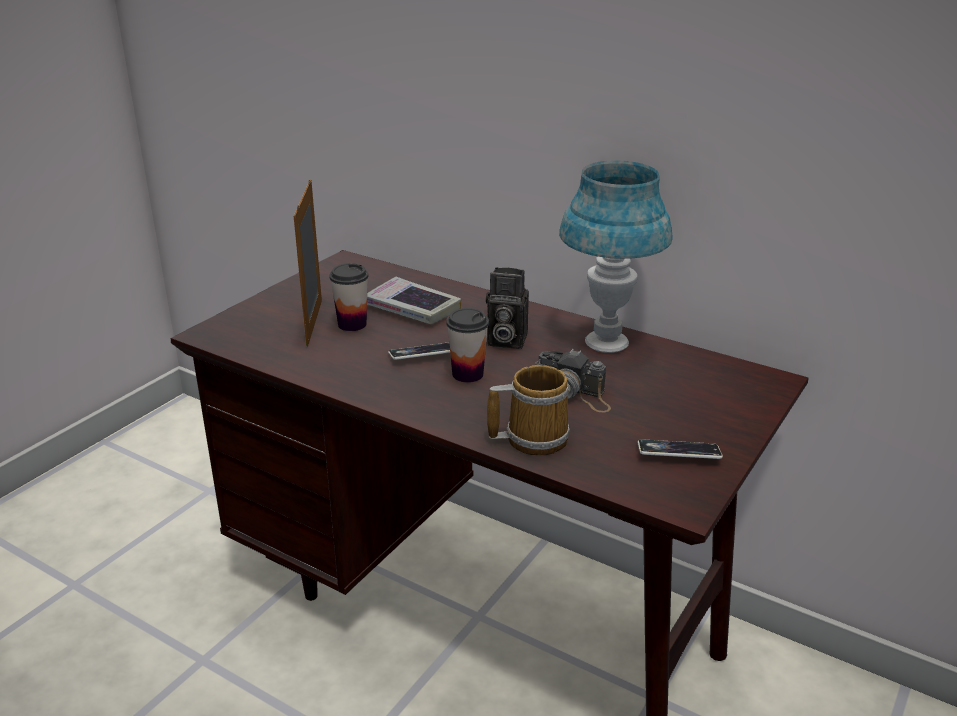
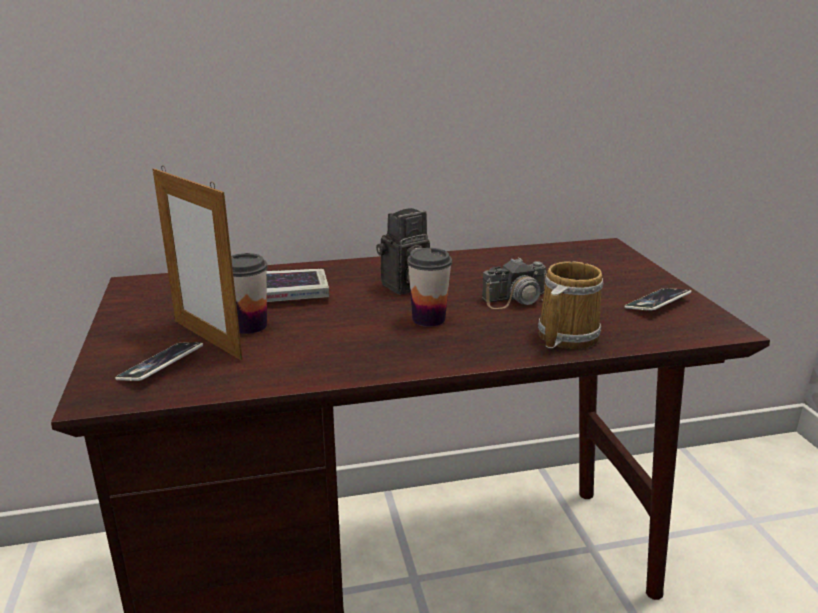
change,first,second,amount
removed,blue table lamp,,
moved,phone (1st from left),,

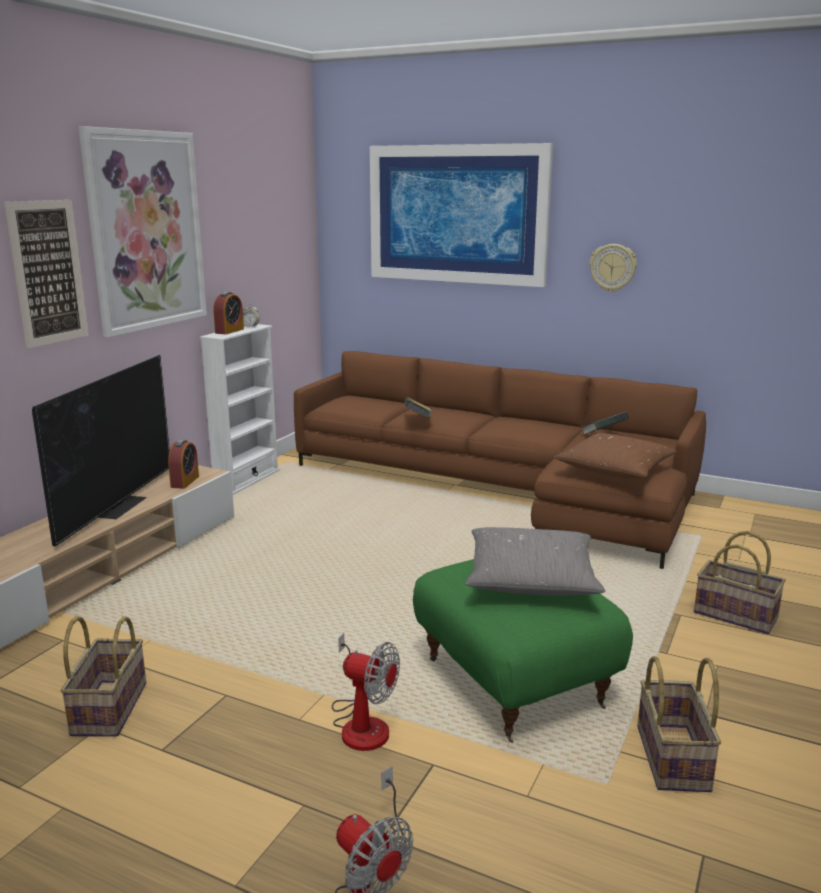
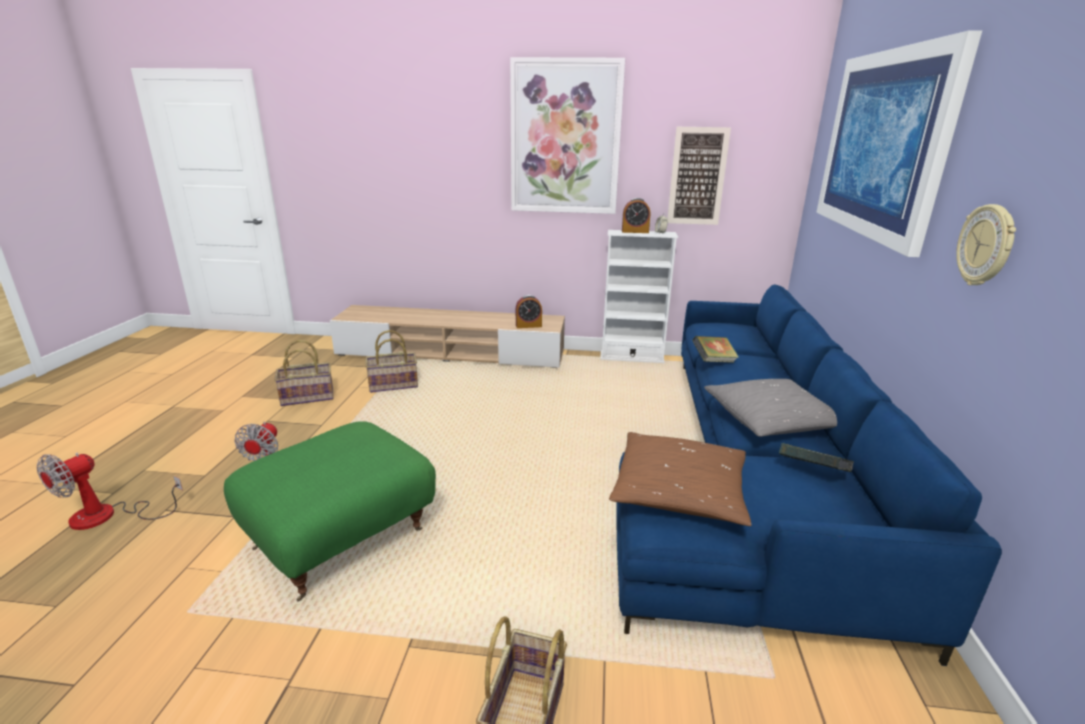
change,first,second,amount
moved,picture (1st from left in the first image),picture (2nd from left),
recoloured,brown sofa,blue sofa,
removed,television,,
moved,grey pillow,,
moved,basket (2nd from left),,

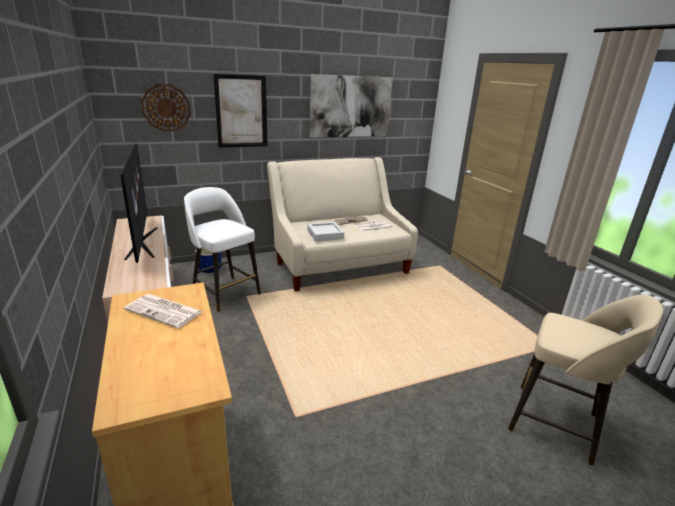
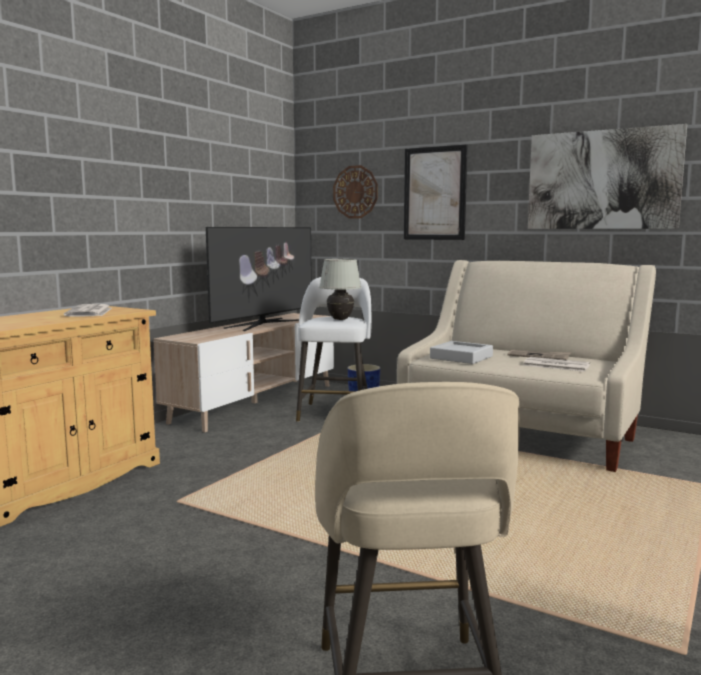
change,first,second,amount
added,,white table lamp,

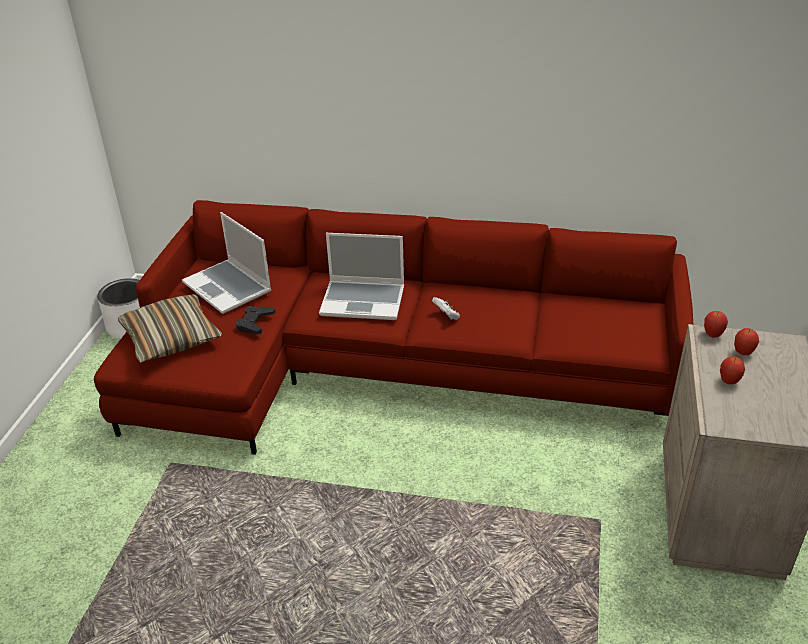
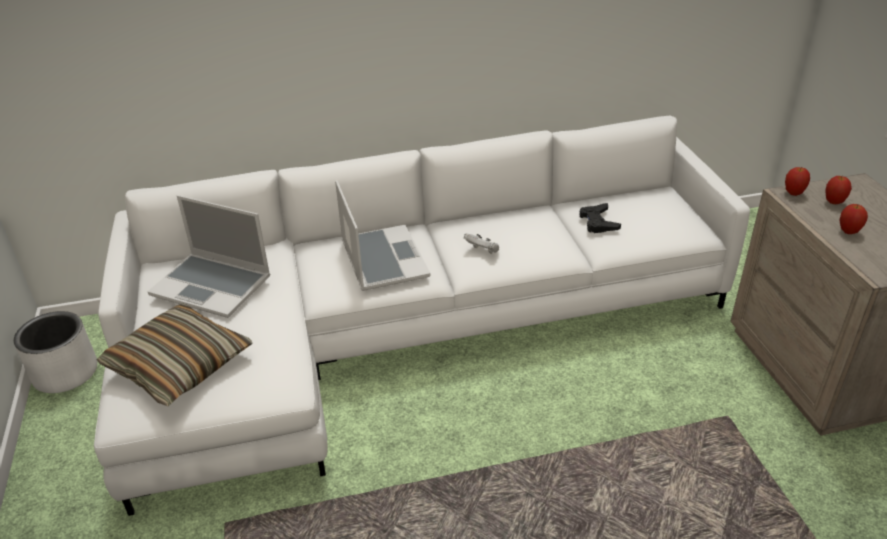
change,first,second,amount
recoloured,red sofa,white sofa,
turned,laptop (2nd from left),,90 degrees counterclockwise
moved,black game controller,,

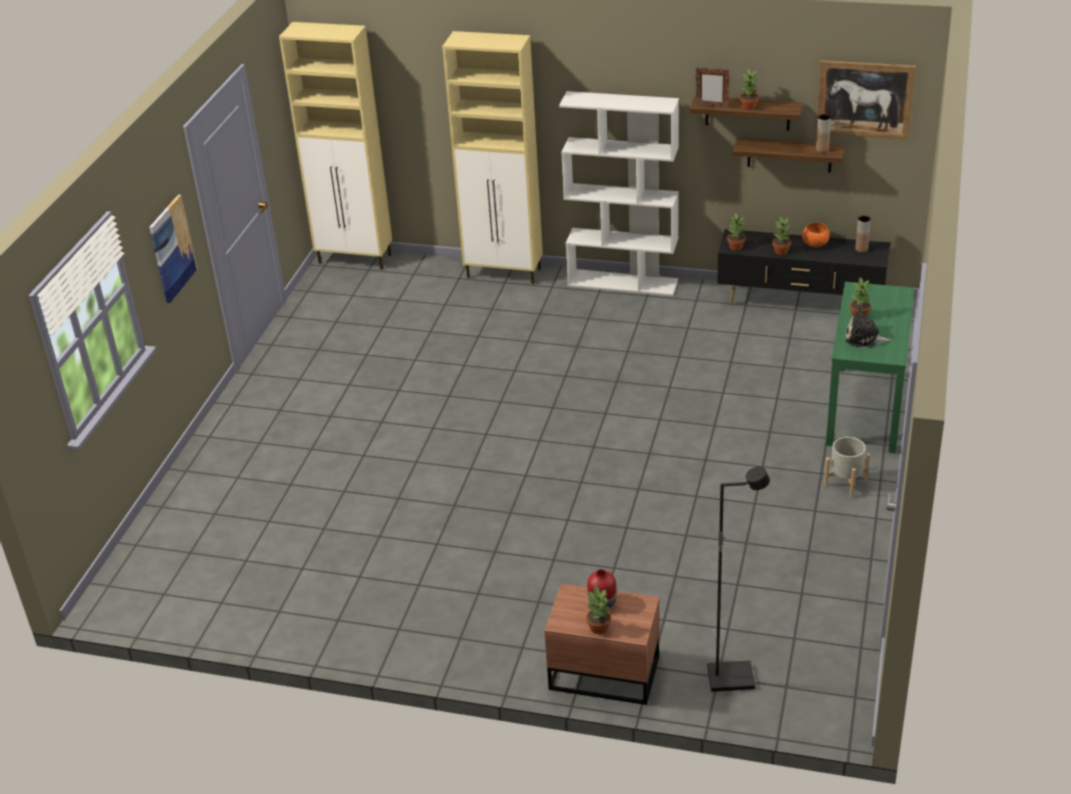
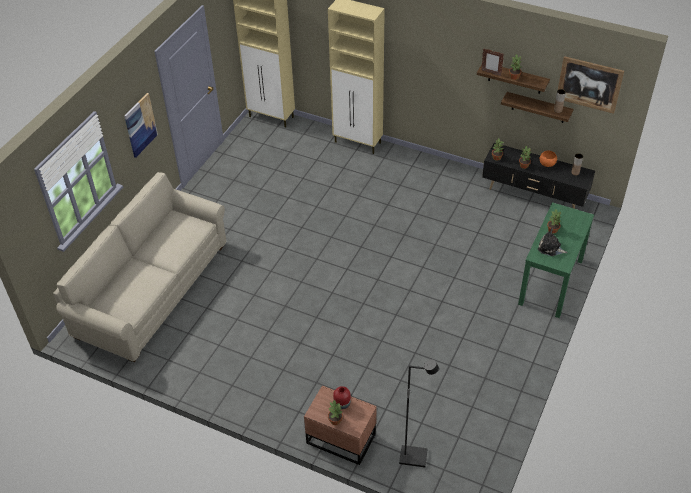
change,first,second,amount
removed,white bookcase,,
removed,grey planter,,
added,,beige sofa,

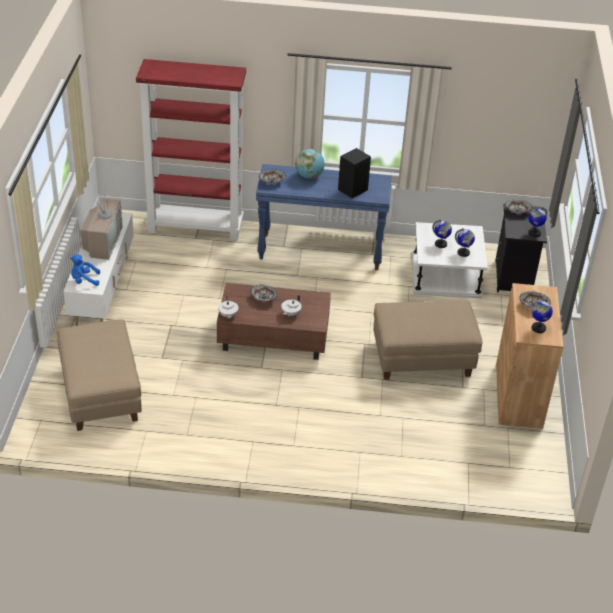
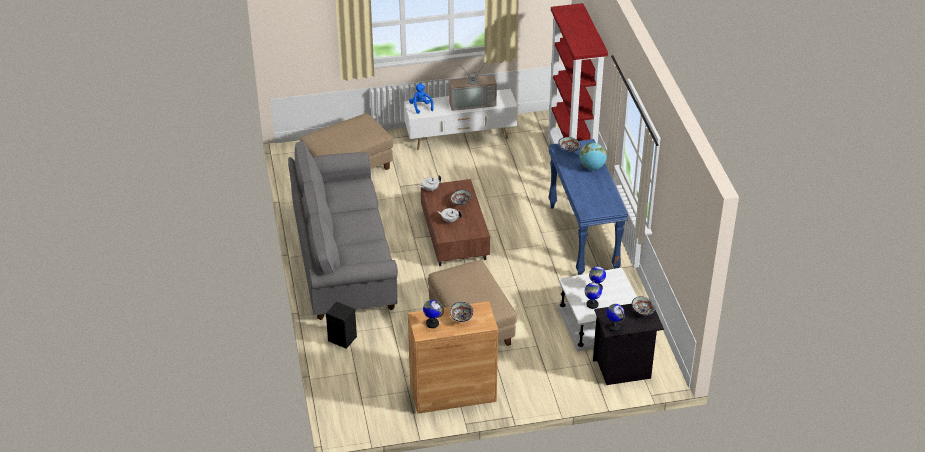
change,first,second,amount
moved,black speaker,,
added,,grey sofa,

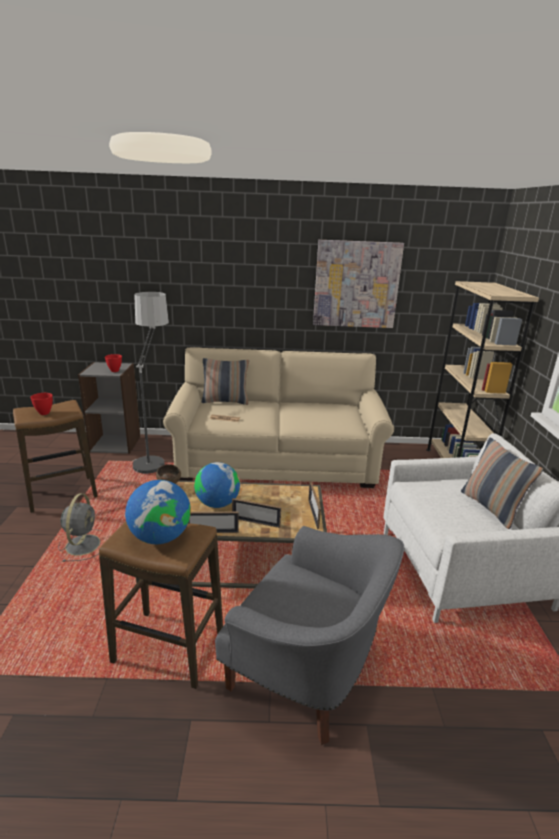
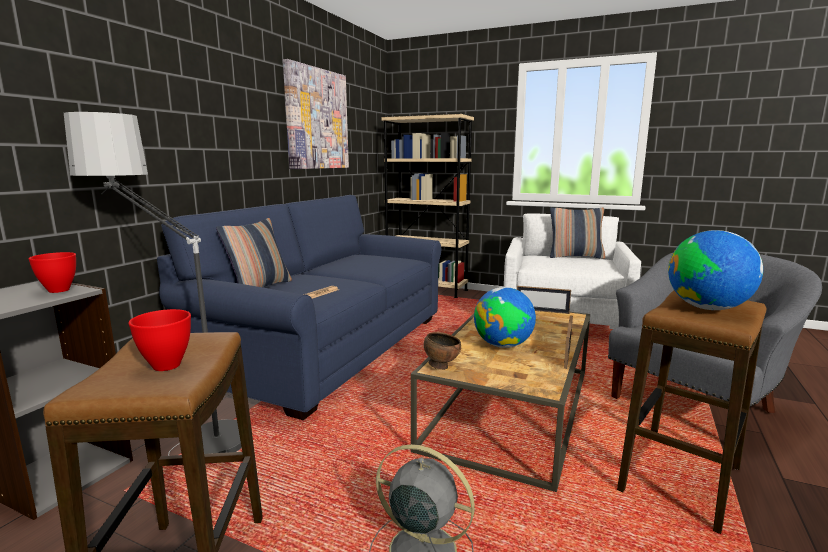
change,first,second,amount
recoloured,beige sofa,blue sofa,
removed,picture frame (2nd from left),,

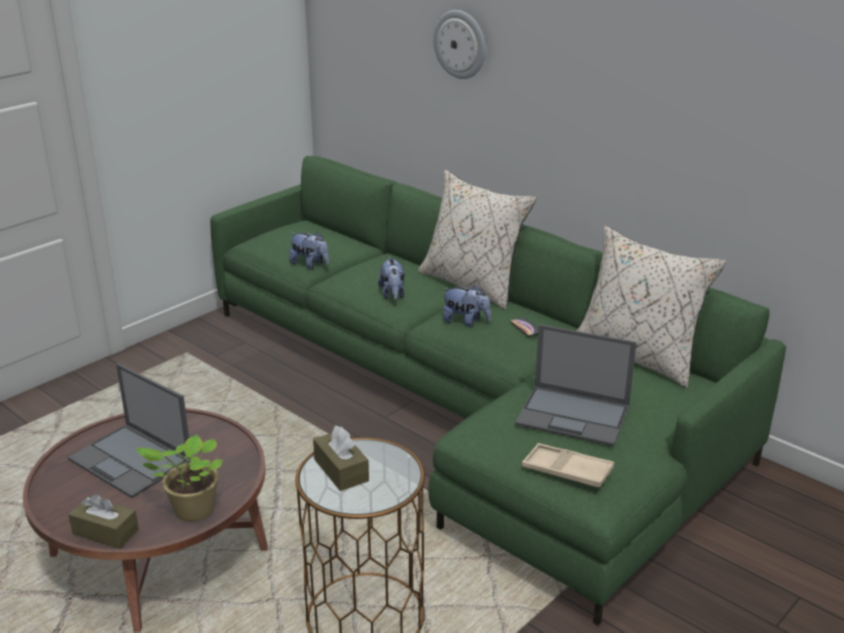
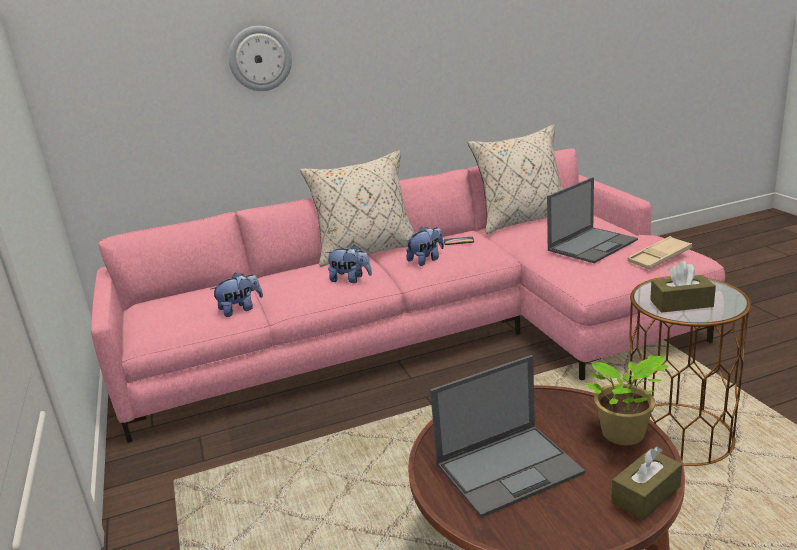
change,first,second,amount
recoloured,green sofa,pink sofa,

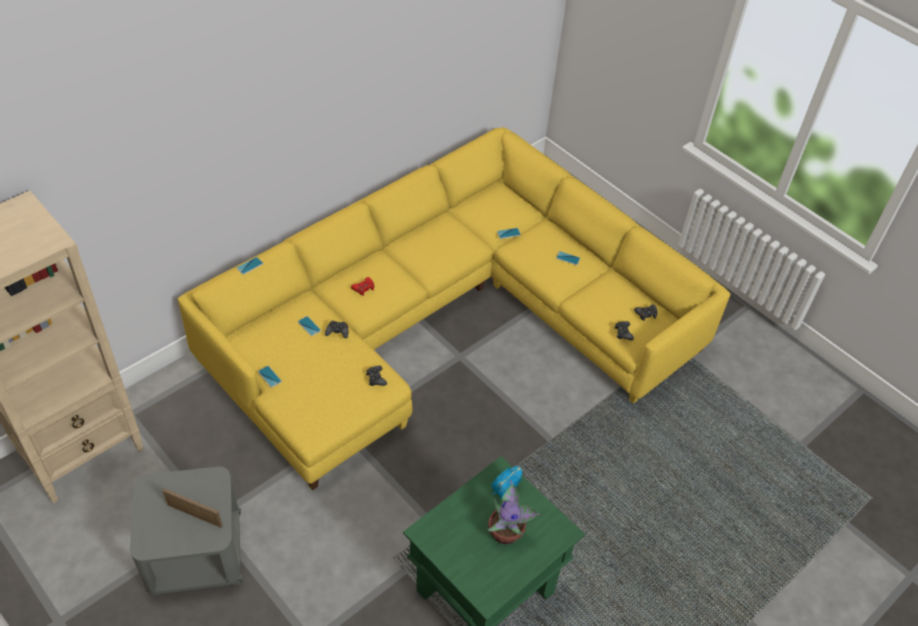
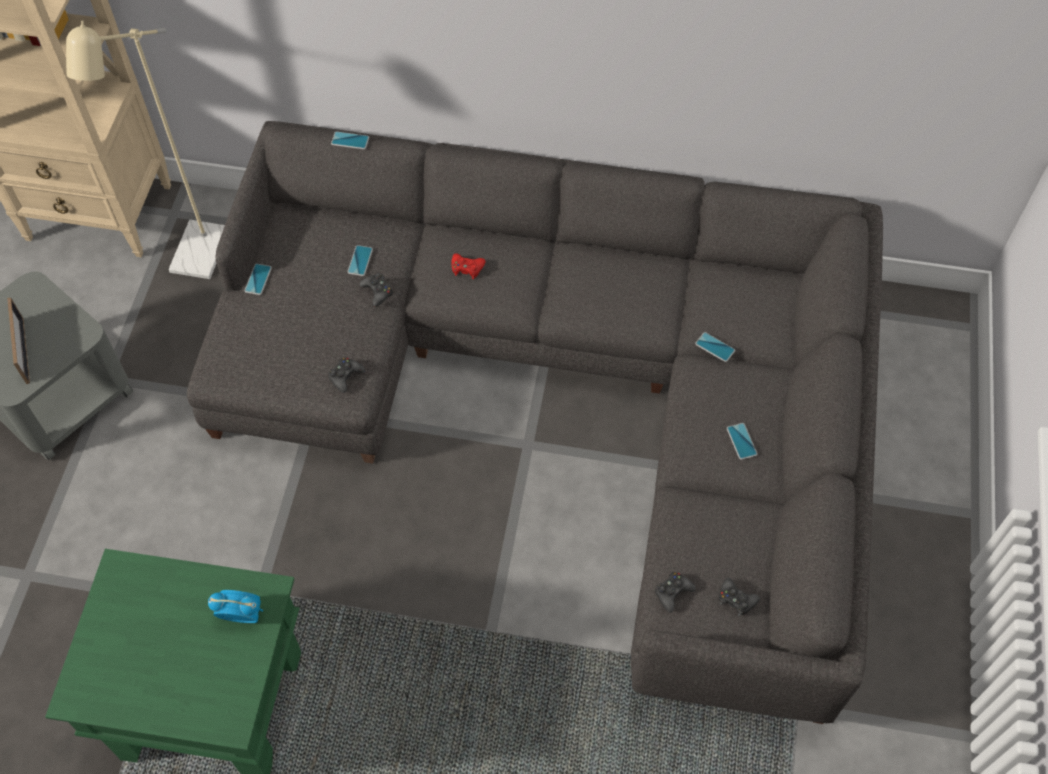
change,first,second,amount
recoloured,yellow sofa,grey sofa,
removed,potted plant,,
added,,beige floor lamp,

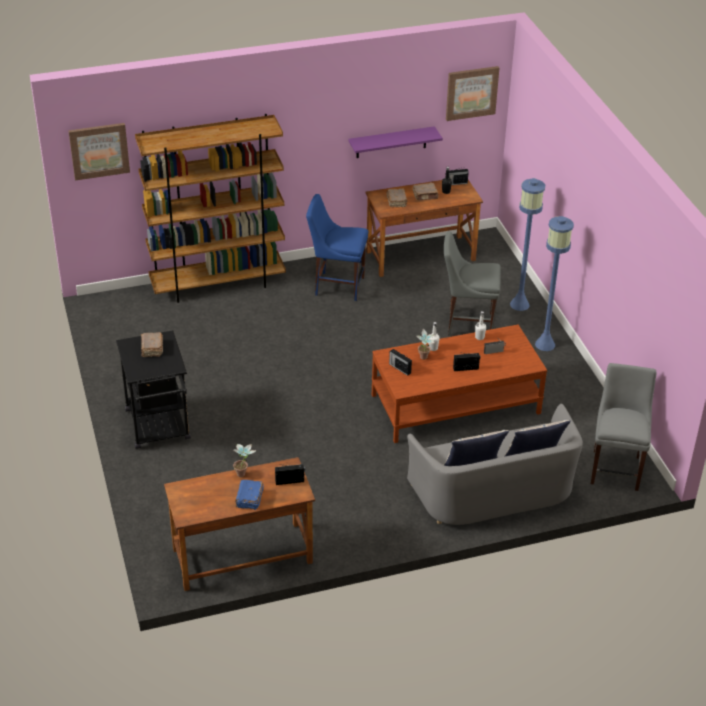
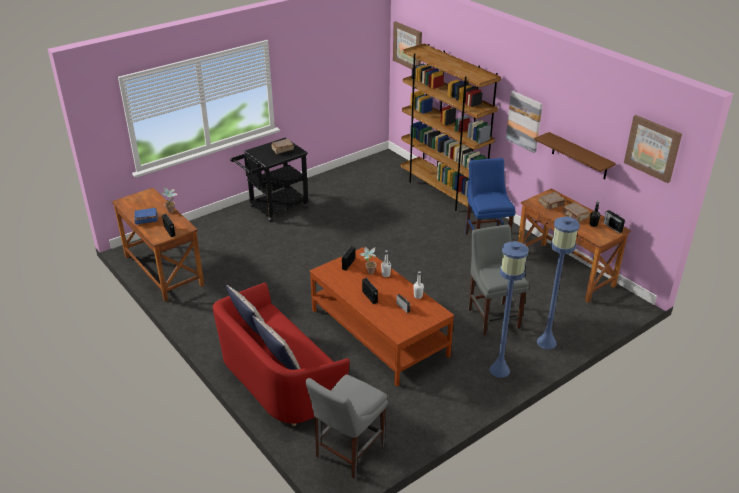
change,first,second,amount
recoloured,purple shelf,brown shelf,
turned,grey chair (2nd from left in the first image),grey chair (1st from left),135 degrees clockwise
recoloured,grey sofa,red sofa,
added,,picture (2nd from left),

